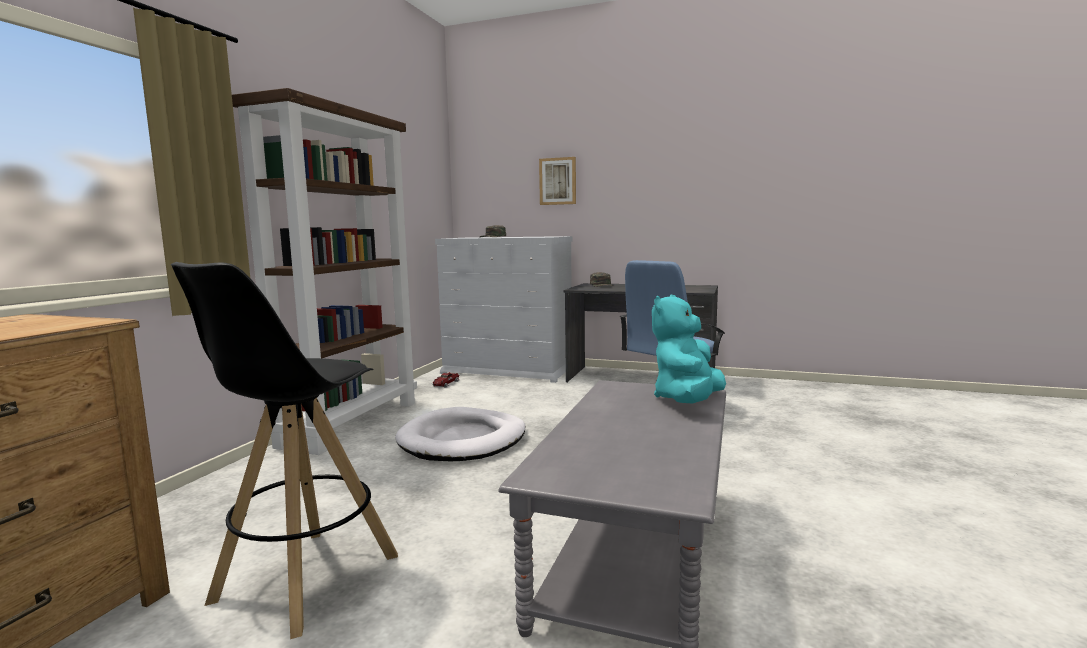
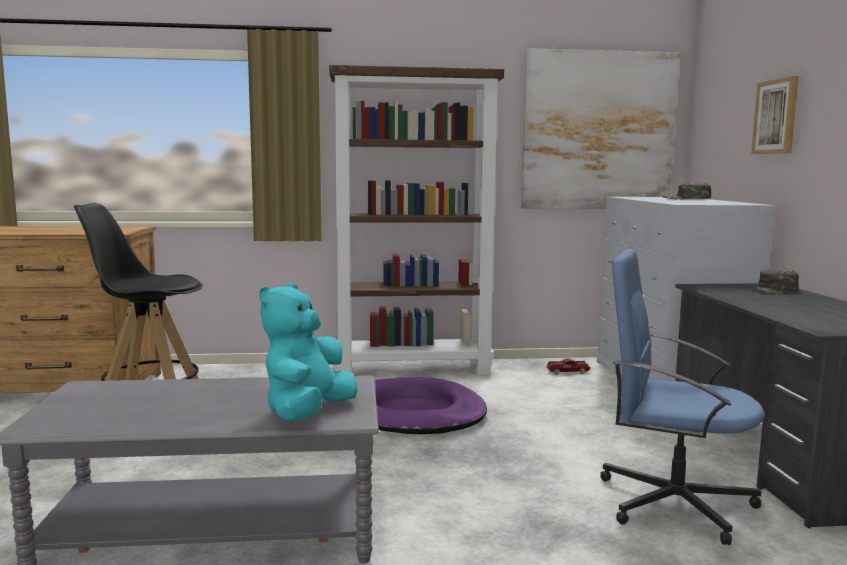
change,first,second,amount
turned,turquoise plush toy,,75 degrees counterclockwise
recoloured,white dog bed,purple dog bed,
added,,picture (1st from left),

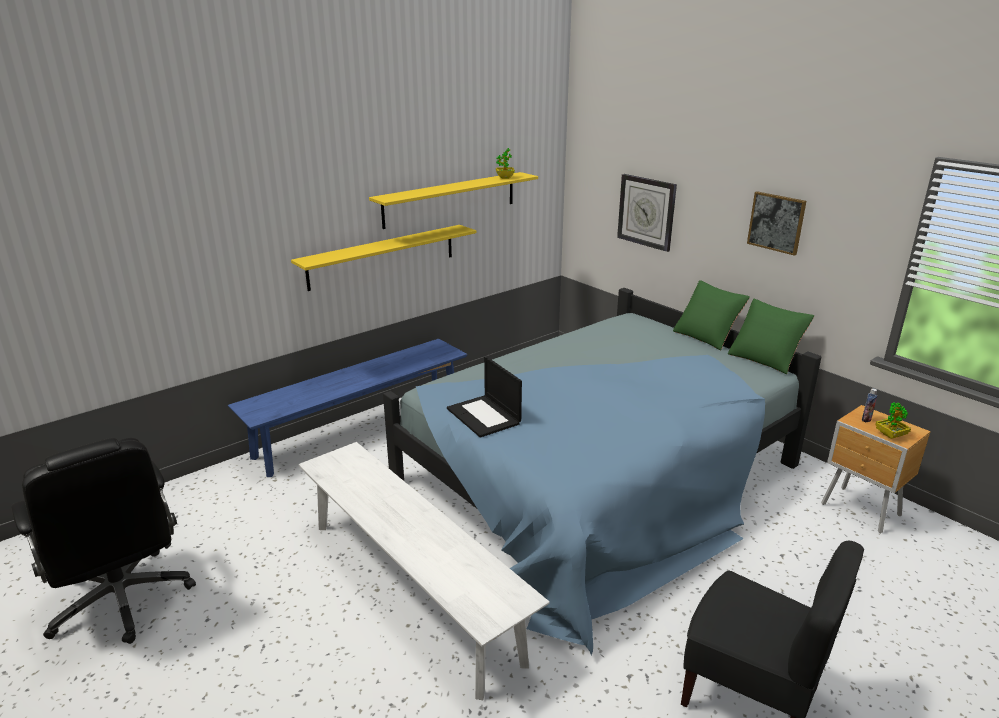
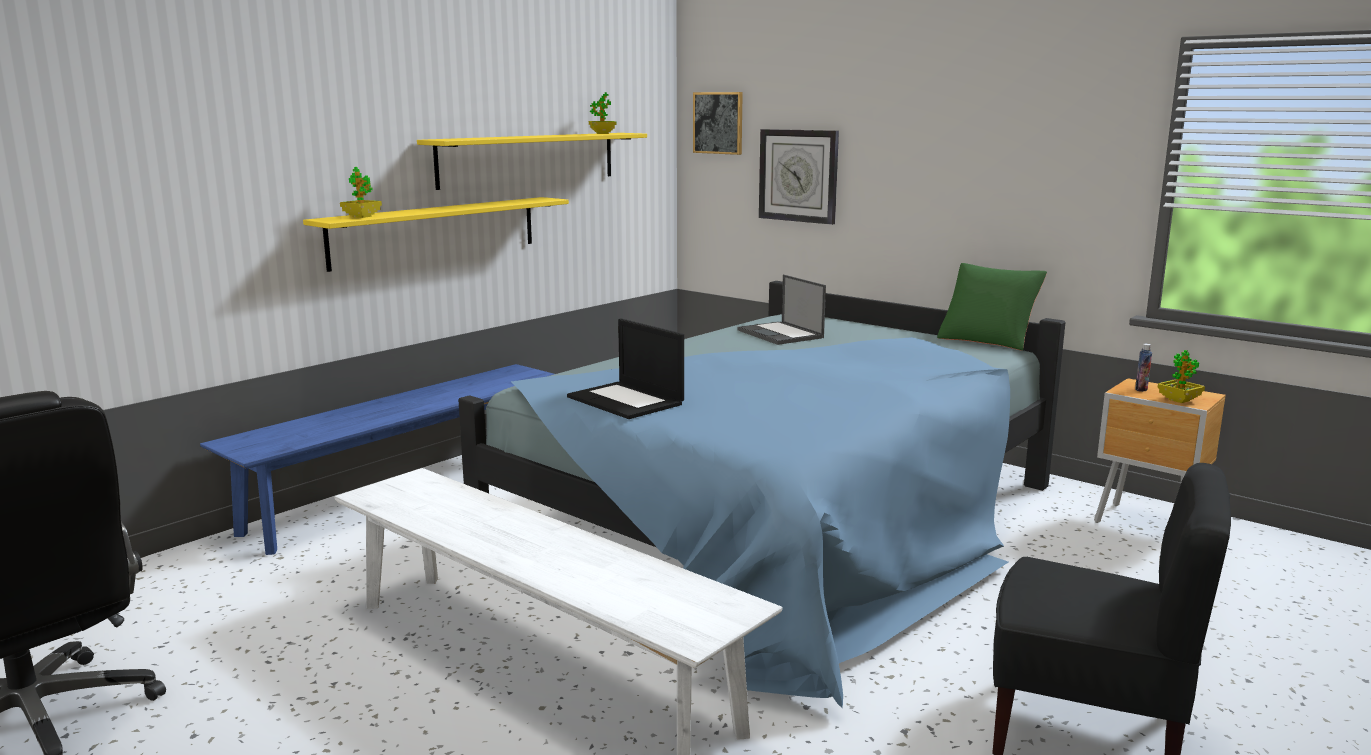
change,first,second,amount
moved,picture,,
removed,green pillow (1st from left),,
added,,potted plant (1st from left),
added,,laptop (2nd from left),

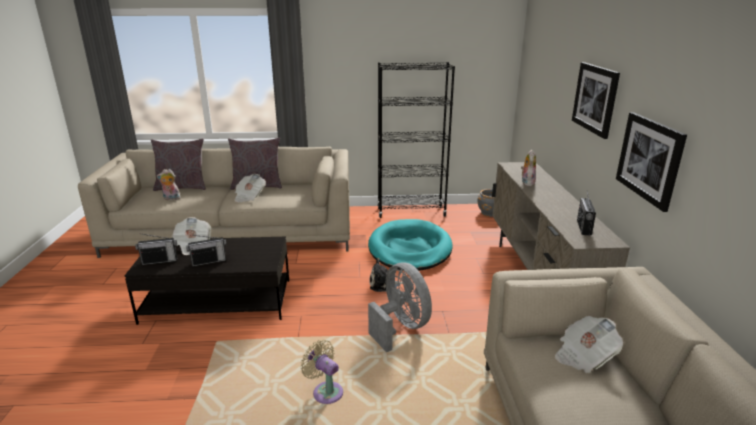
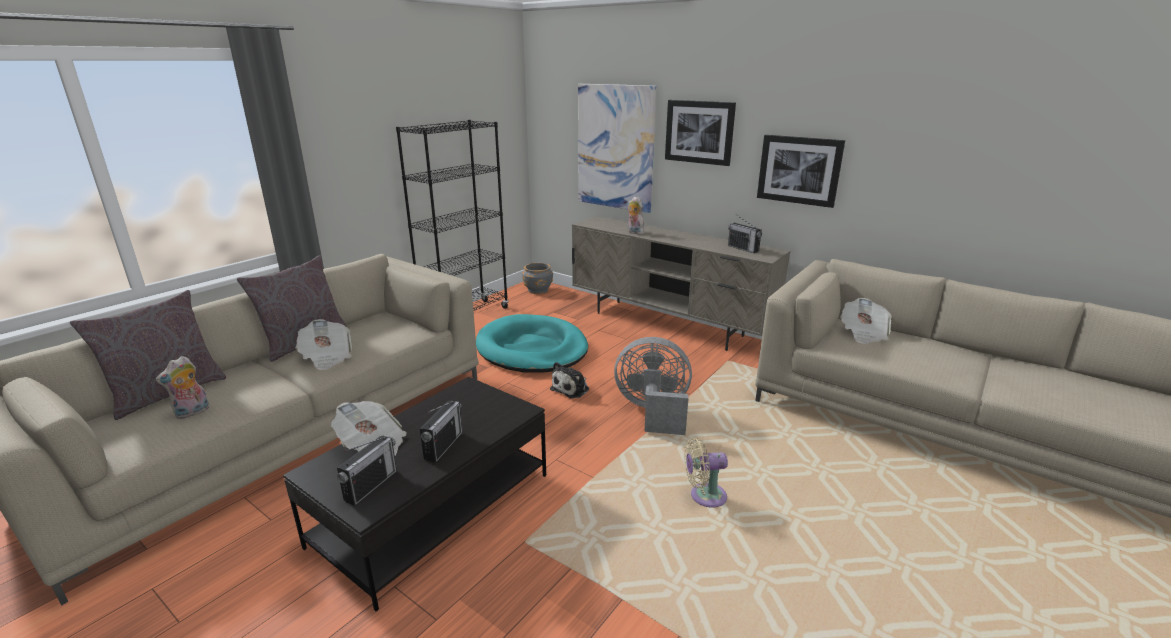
change,first,second,amount
added,,picture (1st from left),

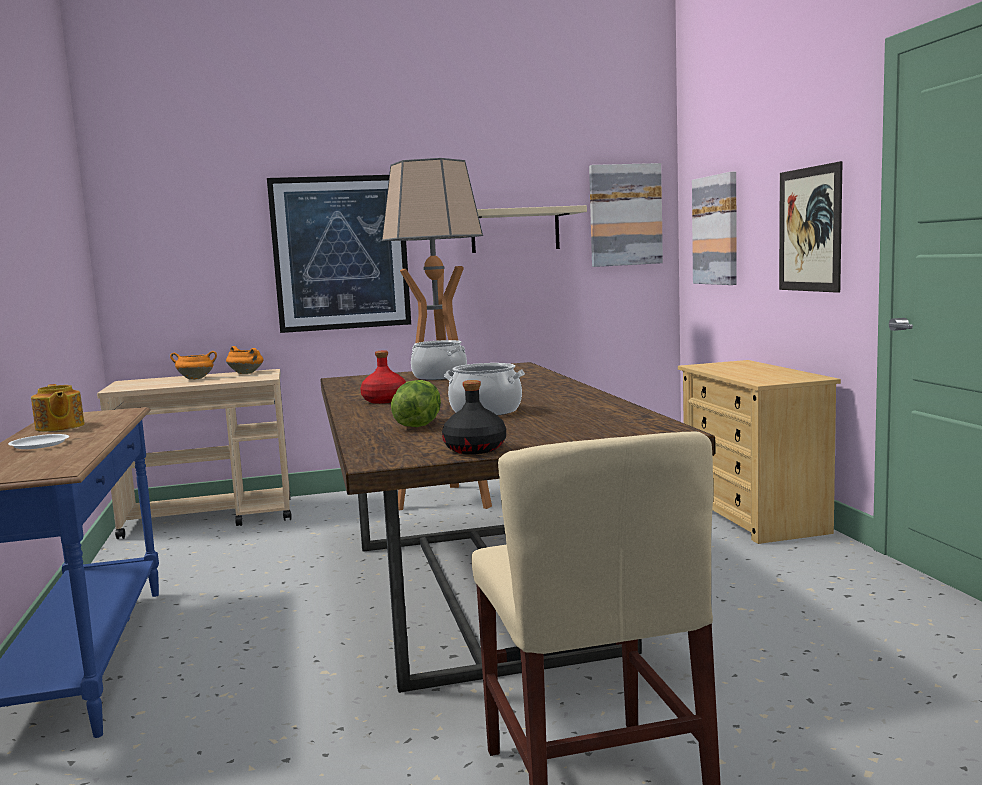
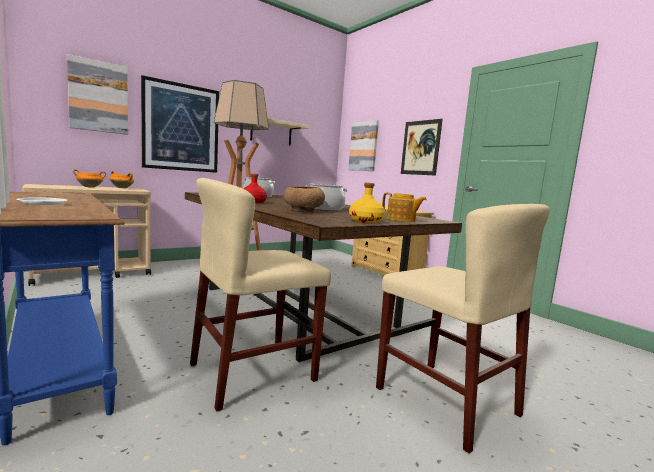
change,first,second,amount
moved,picture (2nd from left in the first image),picture (1st from left),
replaced,lettuce,brown bowl,
recoloured,black bottle,yellow bottle,
moved,teapot,,
added,,beige chair (1st from left),

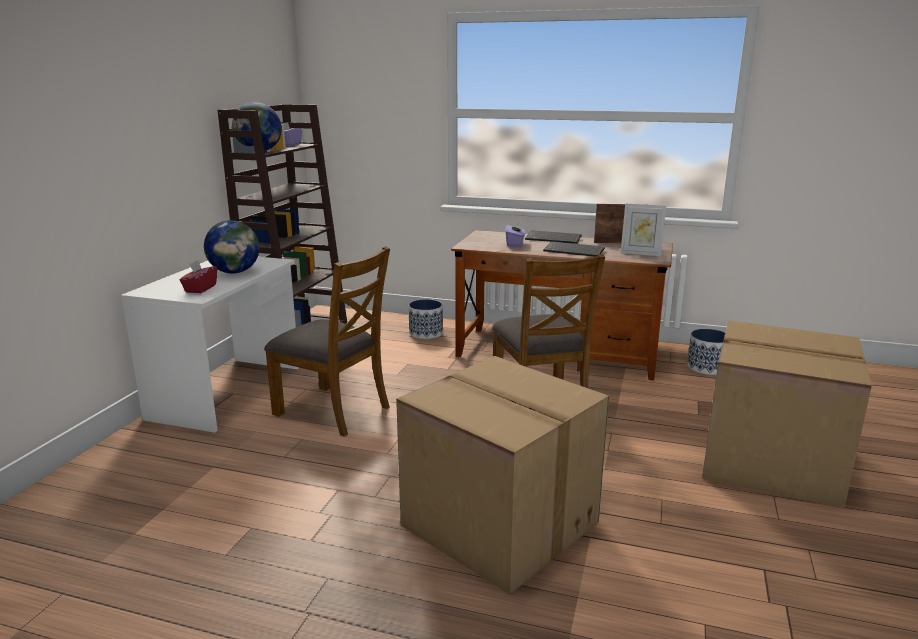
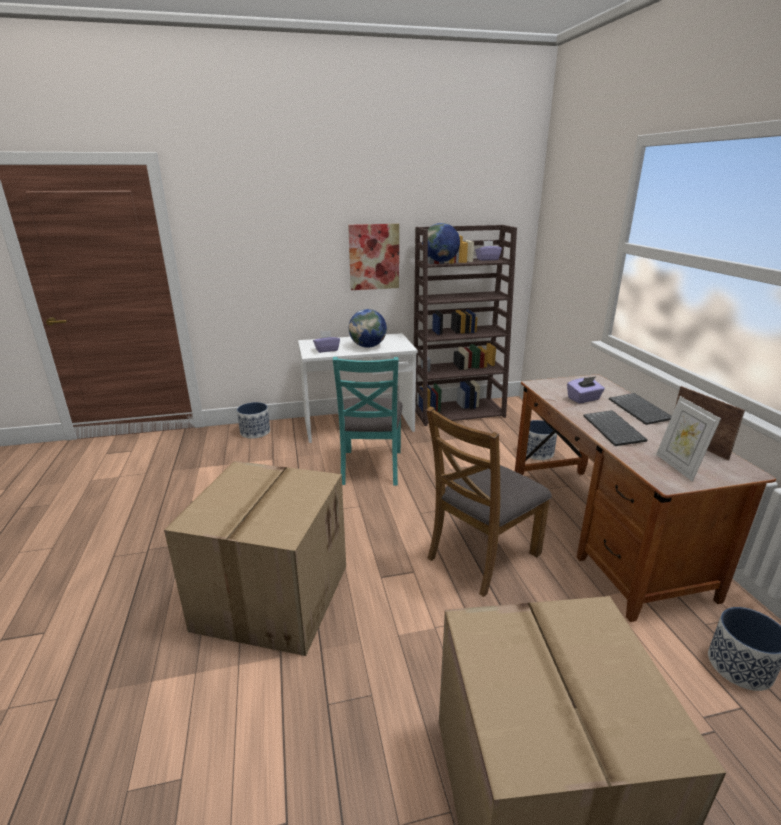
change,first,second,amount
recoloured,brown chair (1st from left),turquoise chair,
recoloured,red tissue box,purple tissue box (1st from left),
added,,picture,
added,,planter (1st from left),

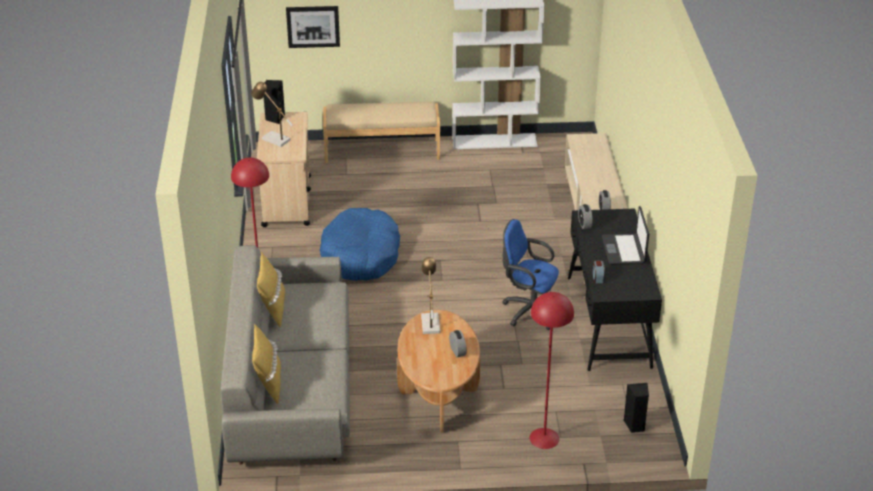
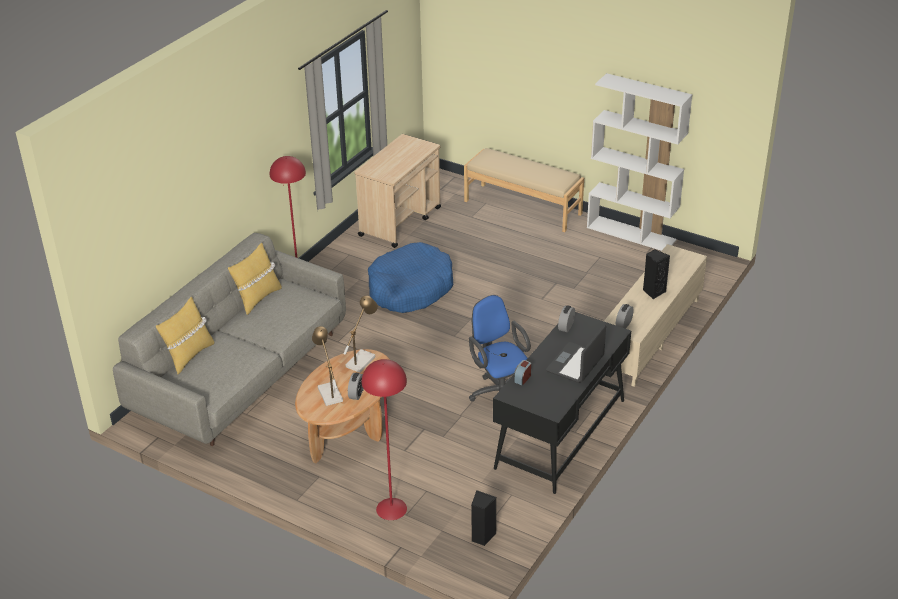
change,first,second,amount
removed,picture,,
moved,black speaker (1st from left in the first image),black speaker (2nd from left),
moved,table lamp (1st from left),,

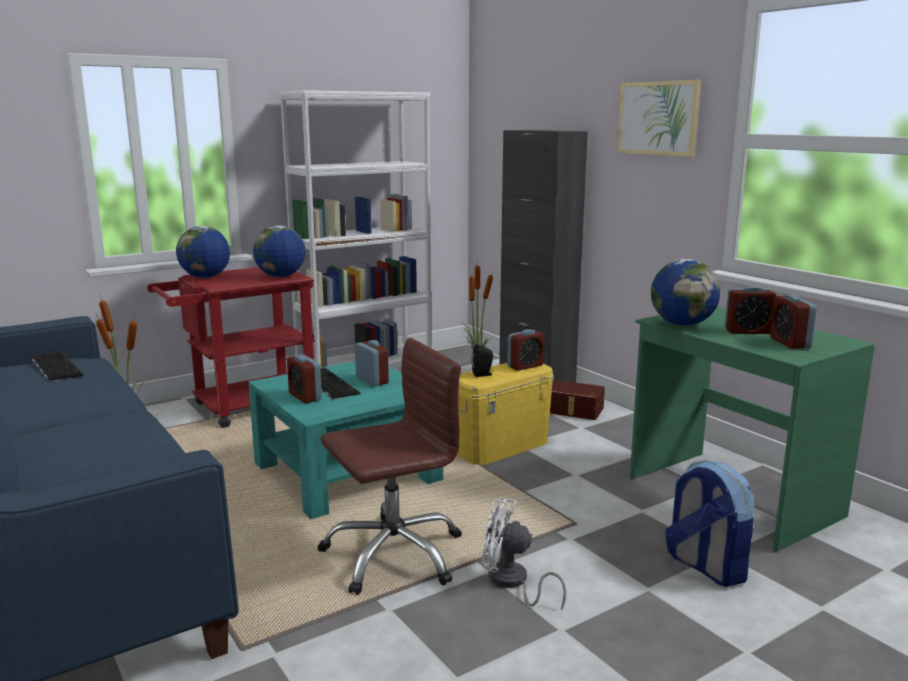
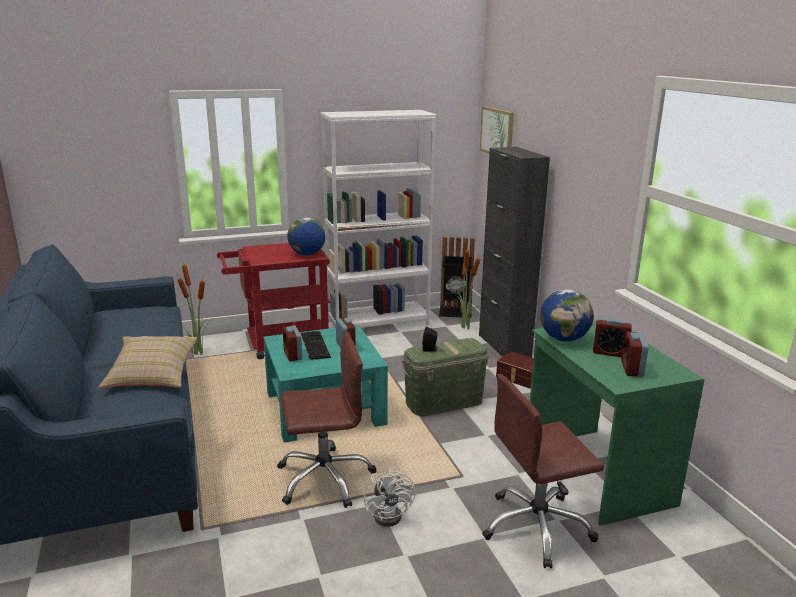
change,first,second,amount
moved,picture,,
removed,globe (1st from left),,
removed,alarm clock (3rd from left),,
removed,keyboard (1st from left),,
recoloured,yellow storage box,green storage box,
replaced,backpack,brown office chair (2nd from left),
turned,white fan,,135 degrees counterclockwise
added,,black trash can,
added,,beige pillow,

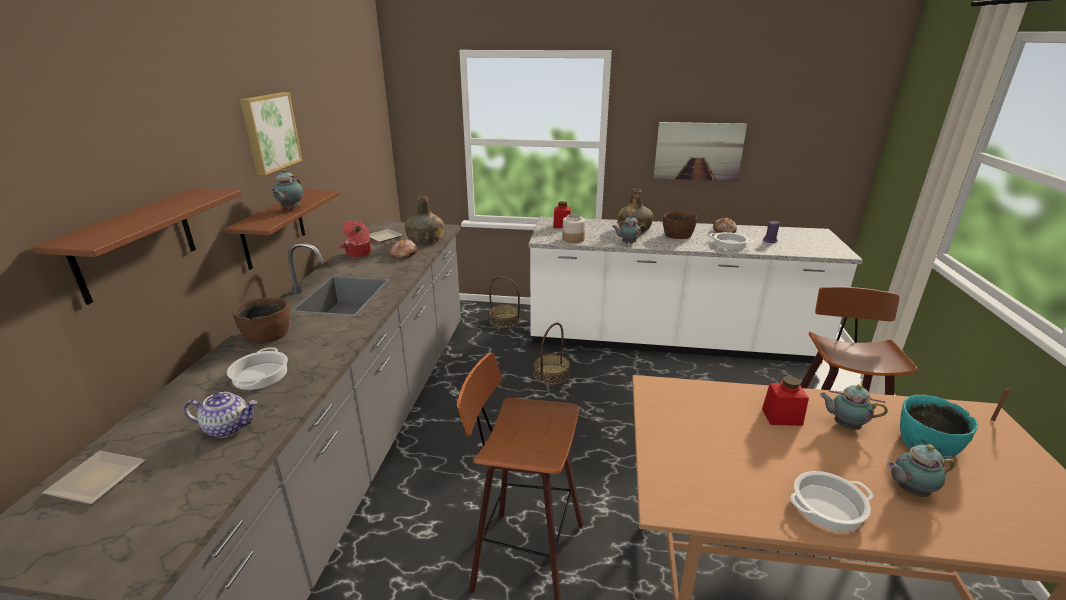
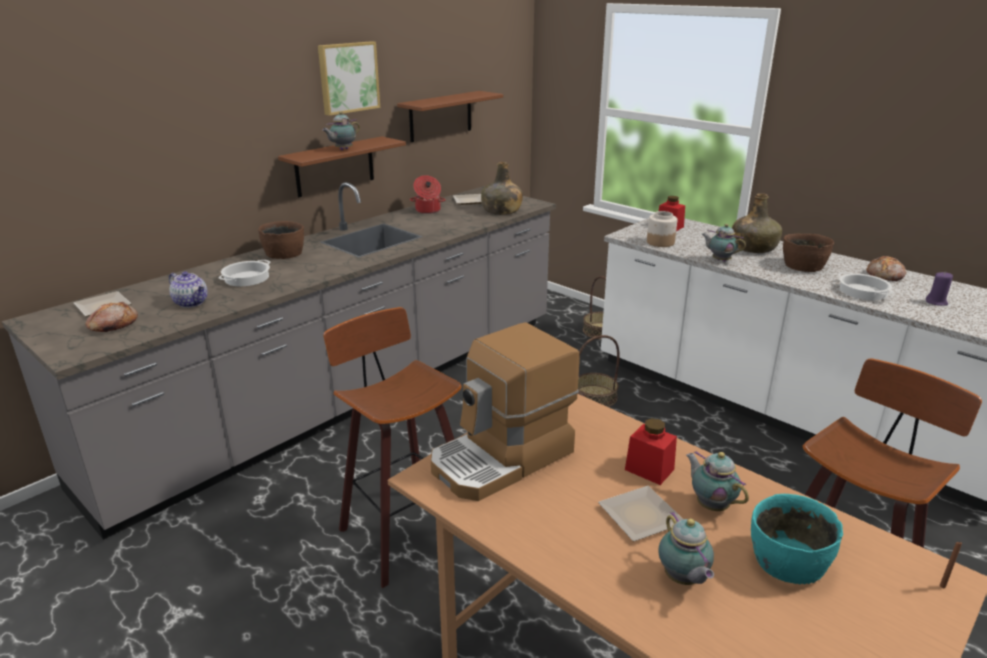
change,first,second,amount
removed,picture (2nd from left),,
moved,brown shelf (1st from left in the first image),brown shelf (2nd from left),
moved,bread (1st from left),,
turned,teapot (5th from left in the first image),teapot (3rd from left),135 degrees counterclockwise
removed,cooking pot (4th from left),,
added,,coffee machine,
added,,plate (3rd from left),

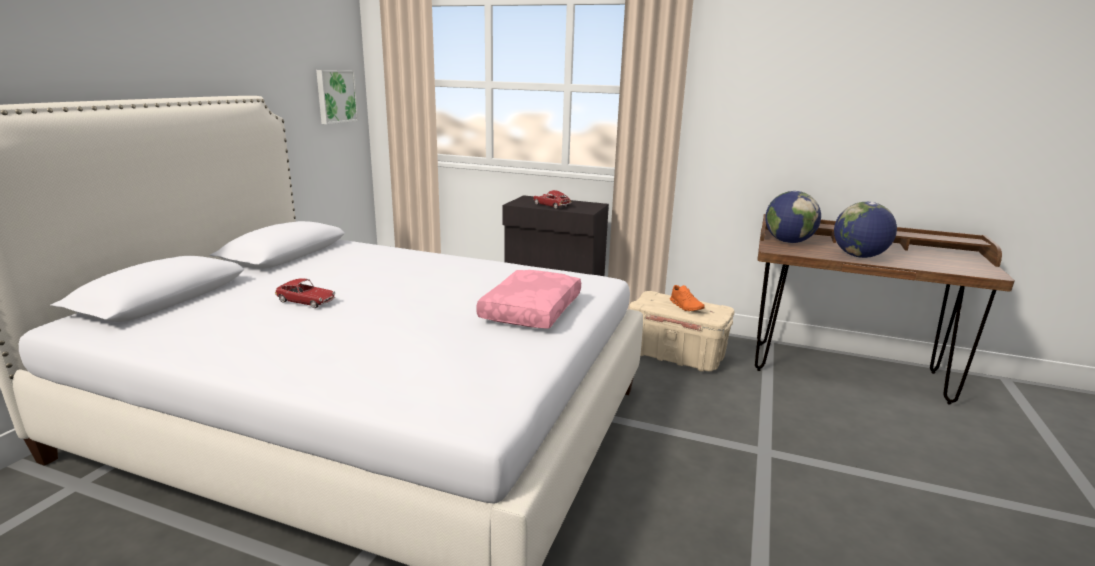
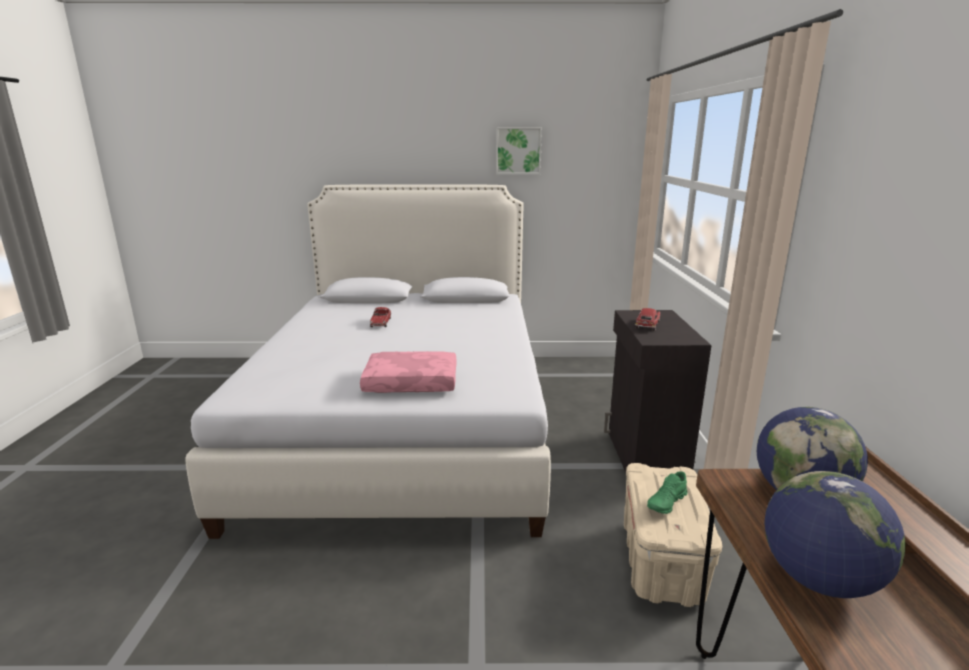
change,first,second,amount
moved,picture,,
recoloured,orange shoe,green shoe,

